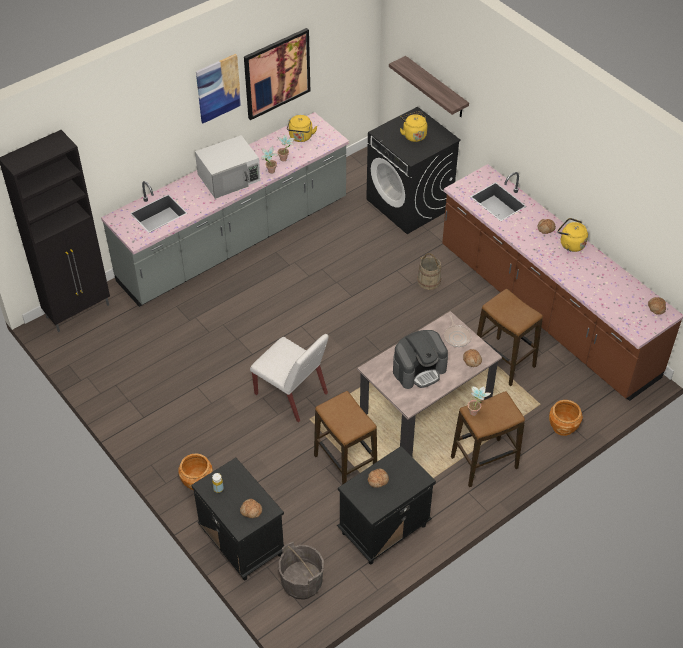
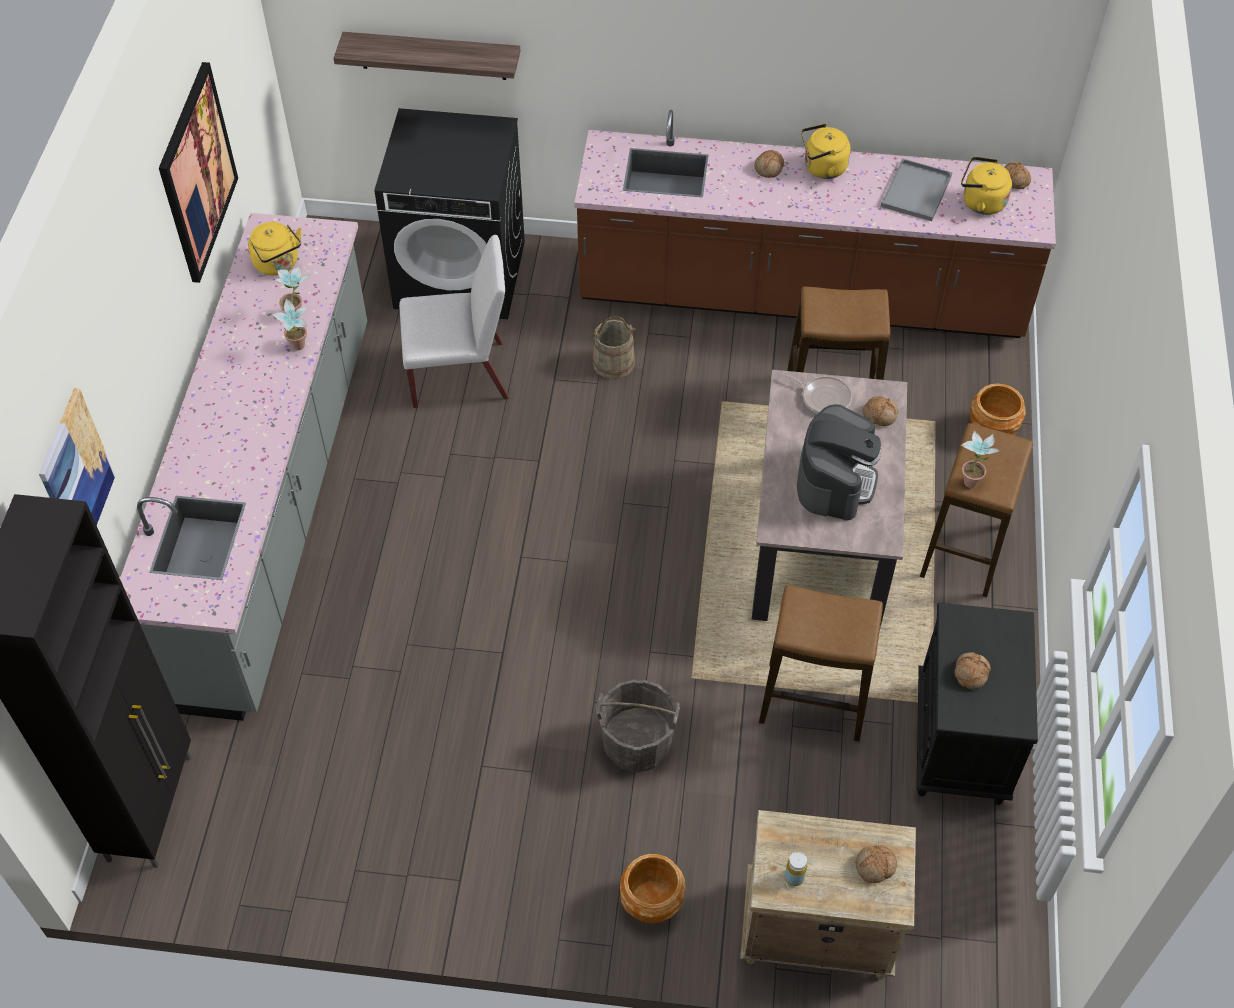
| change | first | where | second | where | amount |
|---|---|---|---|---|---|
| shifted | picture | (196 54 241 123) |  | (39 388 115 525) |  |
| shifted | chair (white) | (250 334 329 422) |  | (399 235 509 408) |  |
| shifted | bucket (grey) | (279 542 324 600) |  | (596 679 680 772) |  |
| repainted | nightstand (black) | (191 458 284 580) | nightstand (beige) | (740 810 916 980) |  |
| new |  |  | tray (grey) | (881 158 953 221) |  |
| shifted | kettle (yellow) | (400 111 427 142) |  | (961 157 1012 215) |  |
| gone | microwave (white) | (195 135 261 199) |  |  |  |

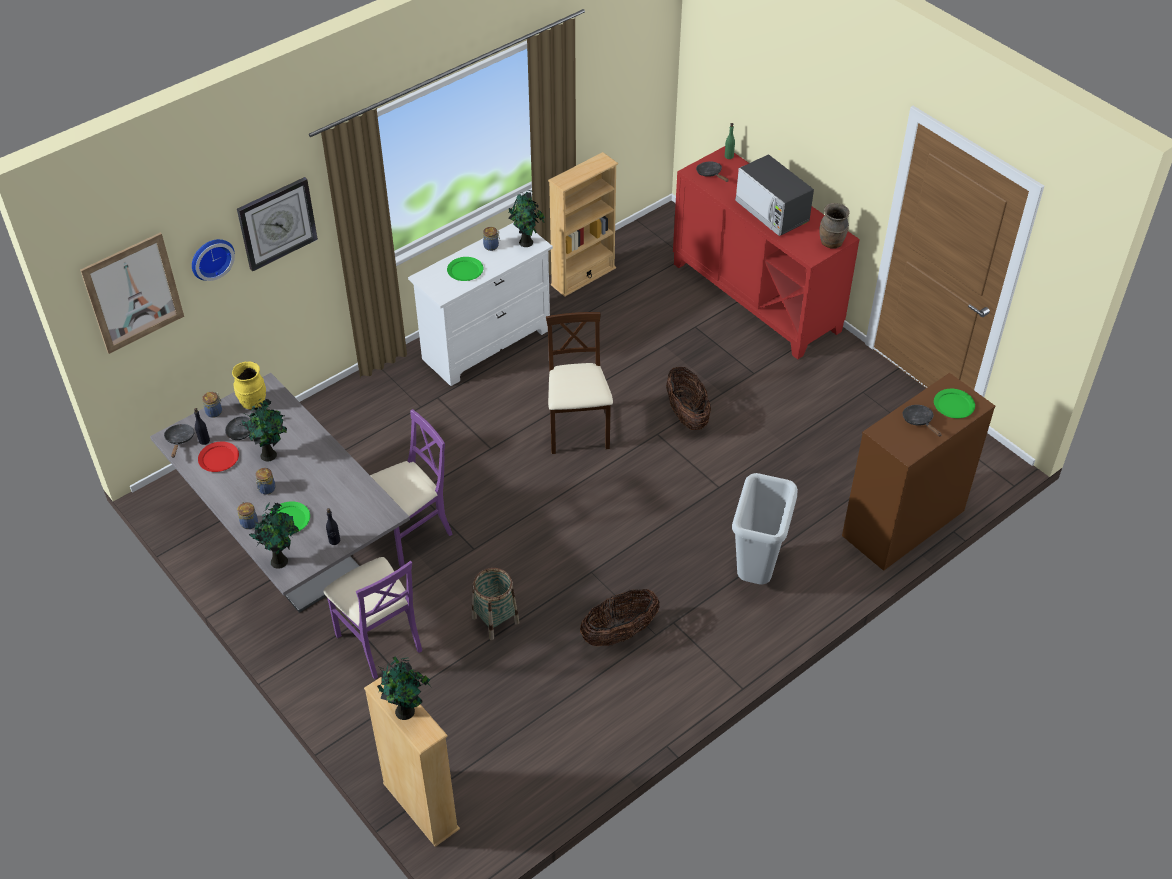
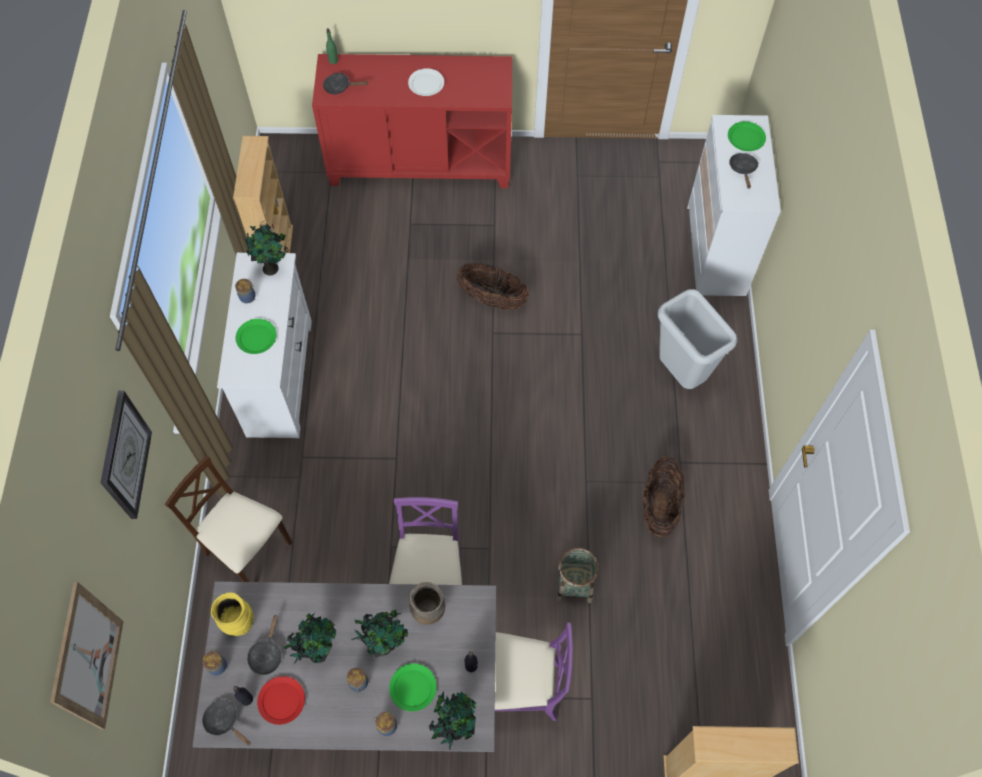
| change | first | where | second | where | amount |
|---|---|---|---|---|---|
| shifted | chair (beige) | (546 312 613 454) |  | (165 456 292 582) |  |
| shifted | potted plant | (377 656 430 720) |  | (351 610 408 658) |  |
| swapped | microwave | (735 154 814 236) | plate (white) | (408 68 444 96) |  |
| shifted | vase (brown) | (819 203 849 249) |  | (409 582 445 625) |  |
| repainted | dresser (brown) | (842 373 995 571) | dresser (white) | (687 115 781 296) |  |
| rotated | frying pan (black) | (902 405 942 437) |  | (729 153 759 189) | 75 degrees clockwise |
| gone | wall clock | (192 239 235 281) |  |  |  |

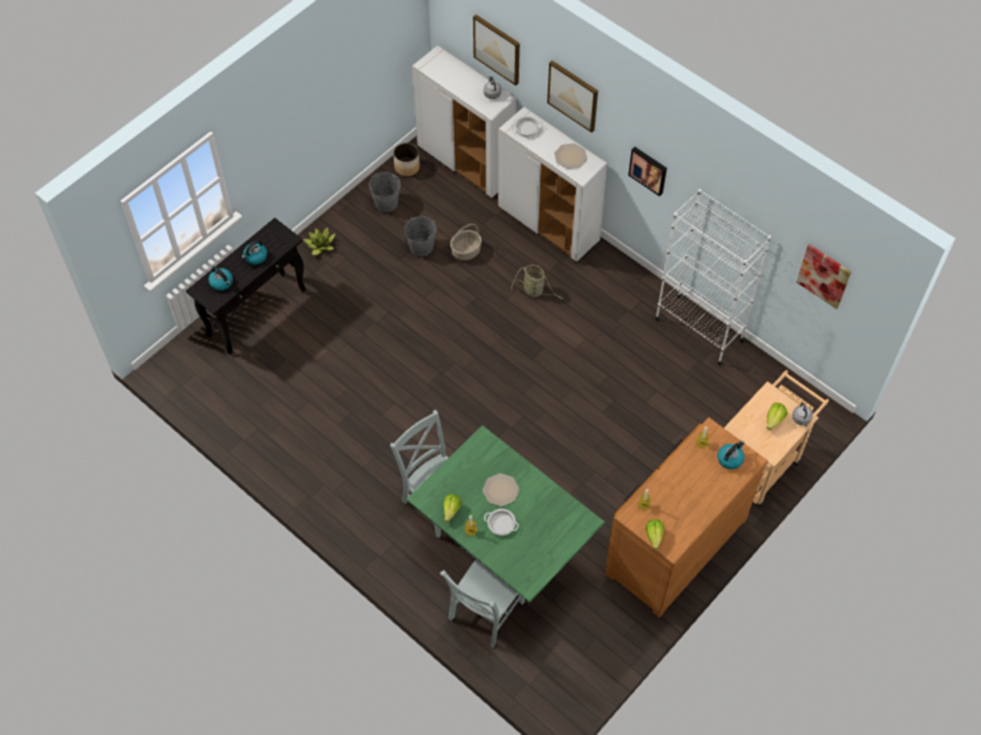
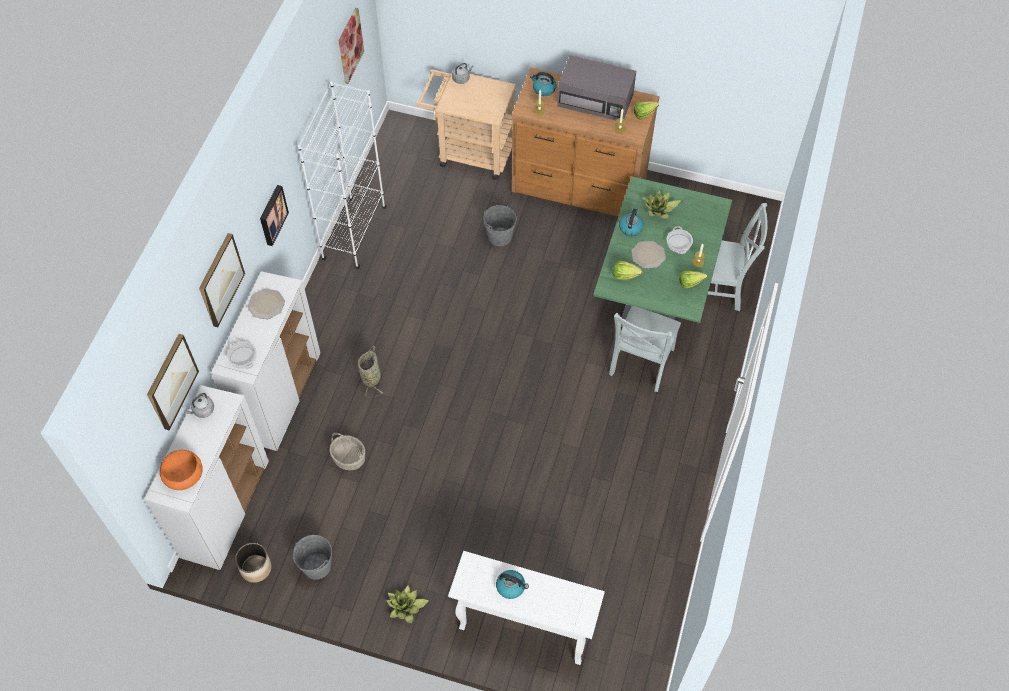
| change | first | where | second | where | amount |
|---|---|---|---|---|---|
| new |  |  | bowl (orange) | (160 450 203 490) |  |
| repainted | console table (black) | (186 218 306 355) | console table (white) | (448 551 605 665) |  |
| shifted | bucket (grey) | (404 216 437 257) |  | (483 205 517 247) |  |
| new |  |  | microwave (grey) | (557 55 636 120) |  |
| shifted | lettuce | (767 403 787 430) |  | (612 261 642 280) |  |
| shifted | kettle | (209 266 233 290) |  | (619 208 644 236) |  |
| new |  |  | potted plant | (643 190 681 219) |  |

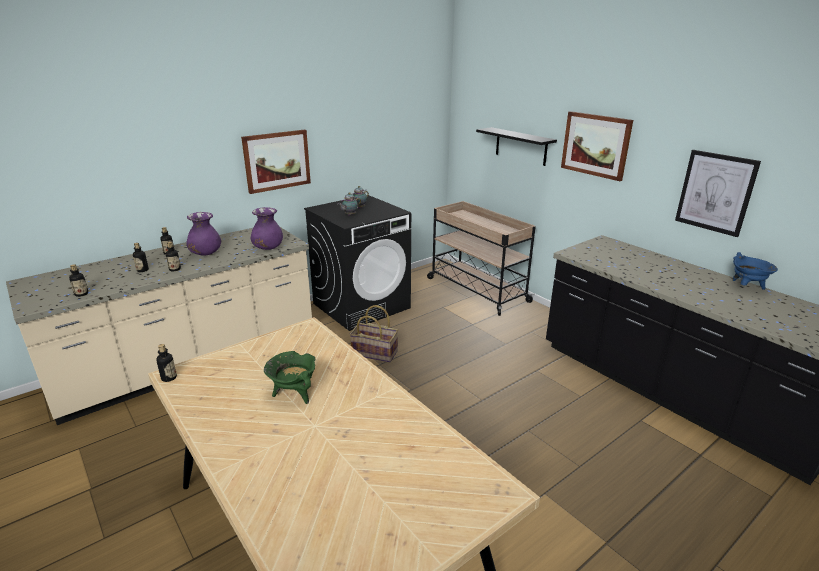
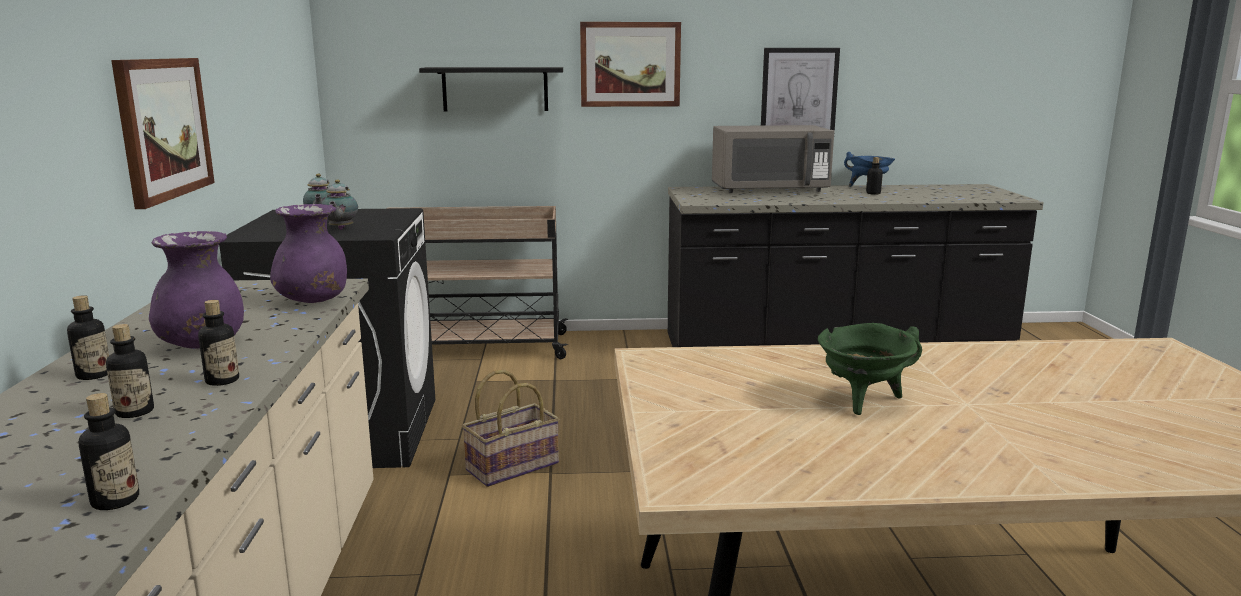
| change | first | where | second | where | amount |
|---|---|---|---|---|---|
| new |  |  | microwave (grey) | (712 125 834 193) |  |
| shifted | bottle | (156 344 177 382) |  | (866 157 883 195) |  |

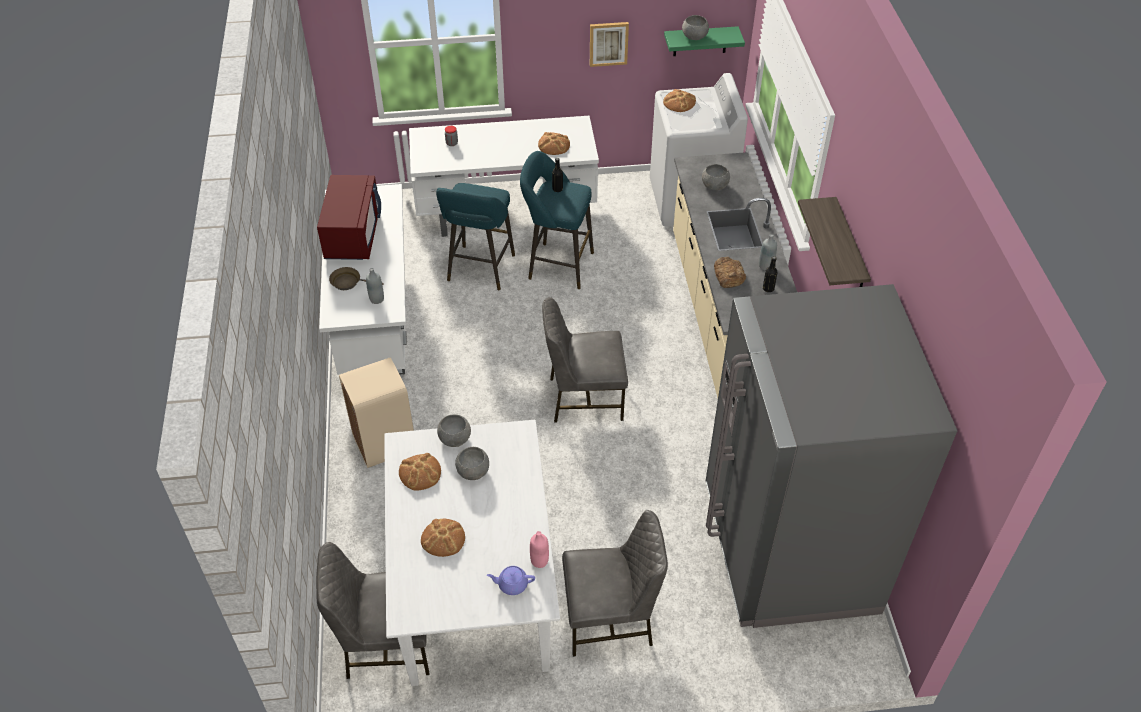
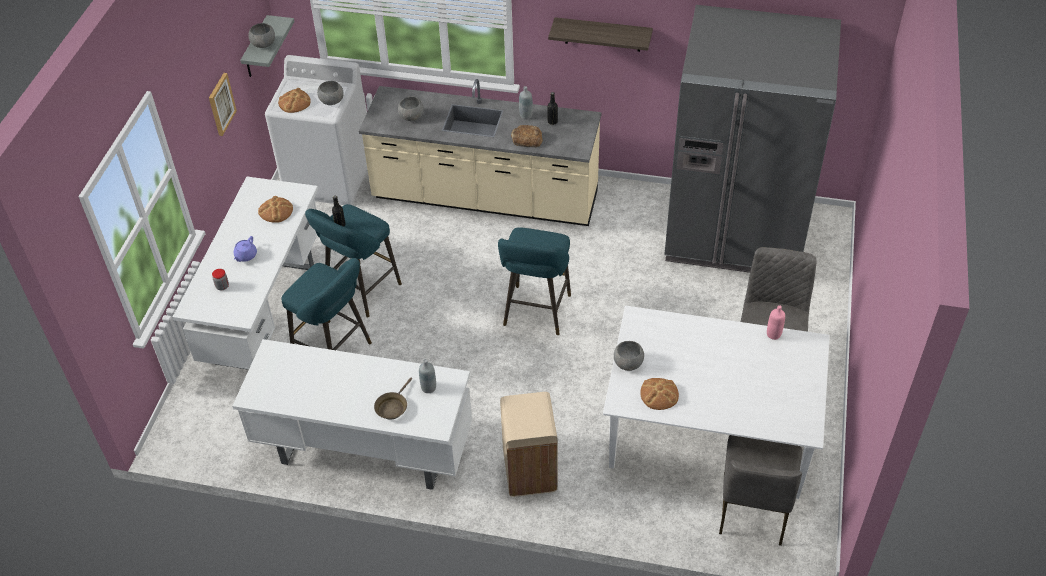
| change | first | where | second | where | amount |
|---|---|---|---|---|---|
| shifted | teapot (purple) | (487 566 535 595) |  | (234 236 257 262) |  |
| repainted | shelf (green) | (664 26 745 56) | shelf (grey) | (240 15 295 77) |  |
| shifted | bowl (grey) | (455 447 489 480) |  | (317 81 344 105) |  |
| swapped | chair (grey) | (542 297 628 423) | stool (turquoise) | (498 227 571 335) |  |
| gone | microwave (red) | (317 175 381 260) |  |  |  |
| gone | bread | (421 519 465 557) |  |  |  |

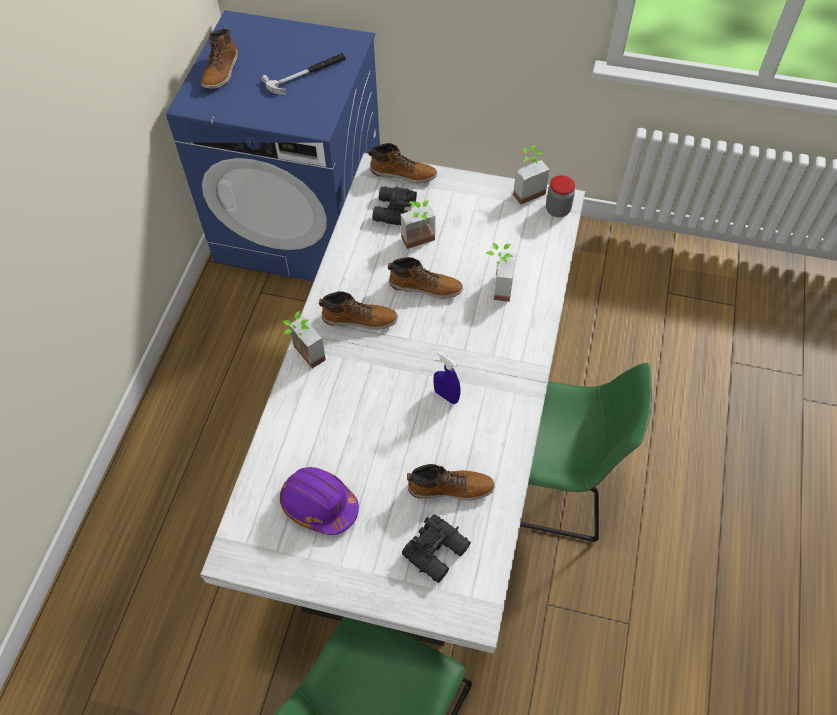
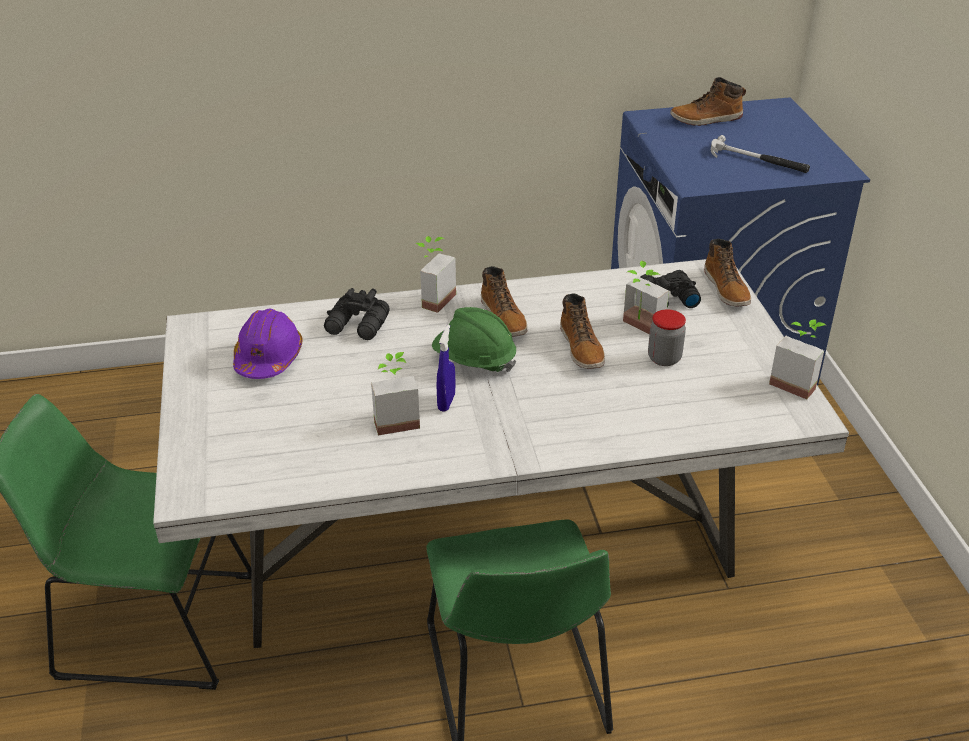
| change | first | where | second | where | amount |
|---|---|---|---|---|---|
| shifted | binoculars (black) | (402 514 471 583) |  | (324 288 390 340) |  |
| shifted | potted plant | (486 243 516 302) |  | (371 352 420 436) |  |
| new |  |  | hard hat (green) | (432 307 517 372) |  |
| shifted | jar | (546 175 575 217) |  | (648 309 686 366) |  |
| gone | boot | (407 464 495 500) |  |  |  |

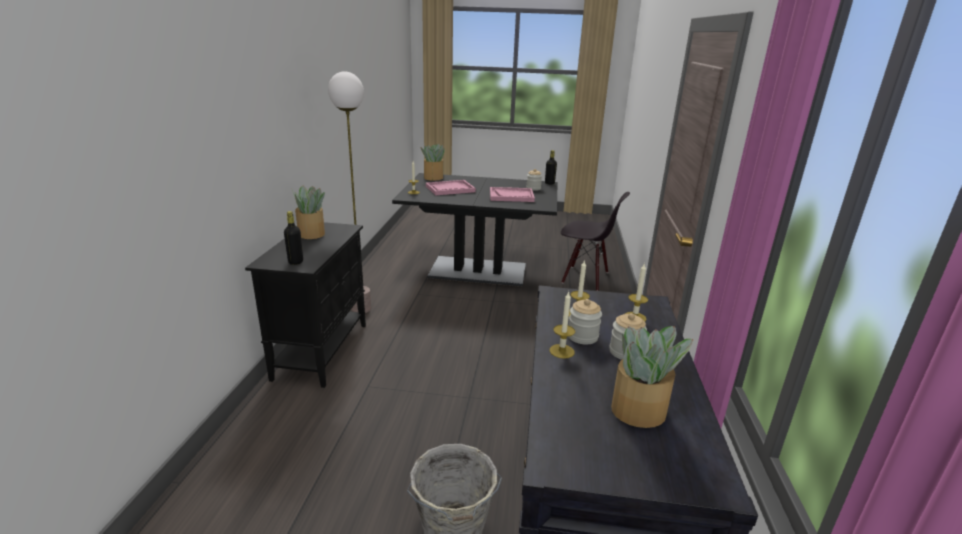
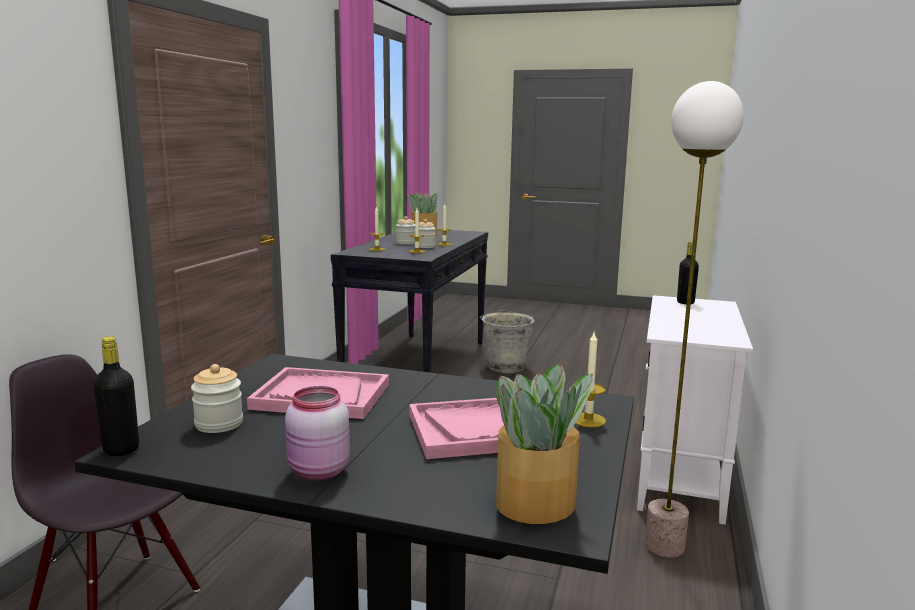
| change | first | where | second | where | amount |
|---|---|---|---|---|---|
| new |  |  | jar (pink) | (285 386 350 480) |  |
| repainted | cabinet (black) | (245 222 366 388) | cabinet (white) | (637 295 753 525) |  |
| gone | potted plant | (292 185 325 239) |  |  |  |

